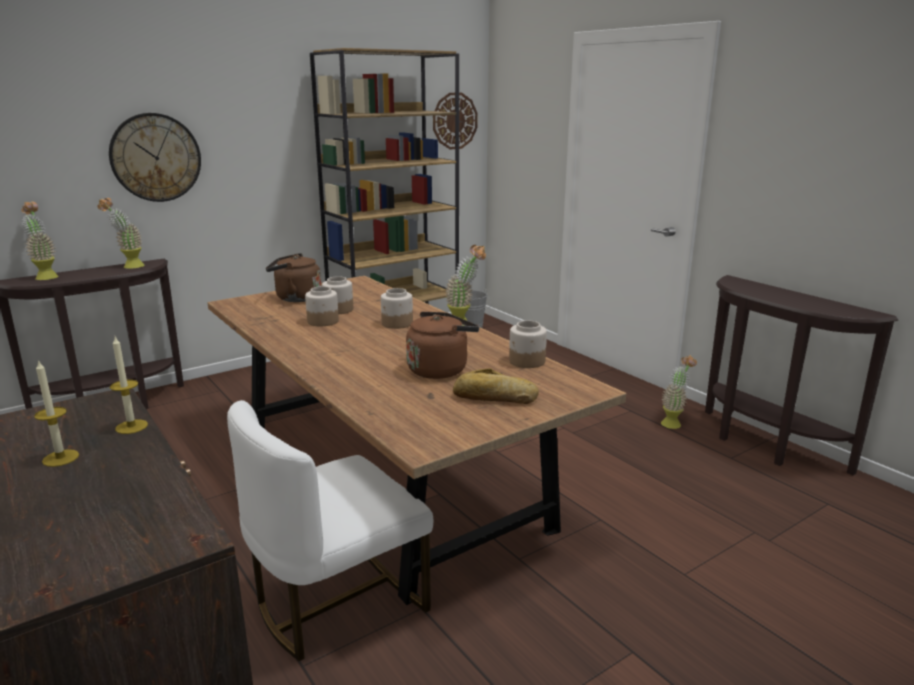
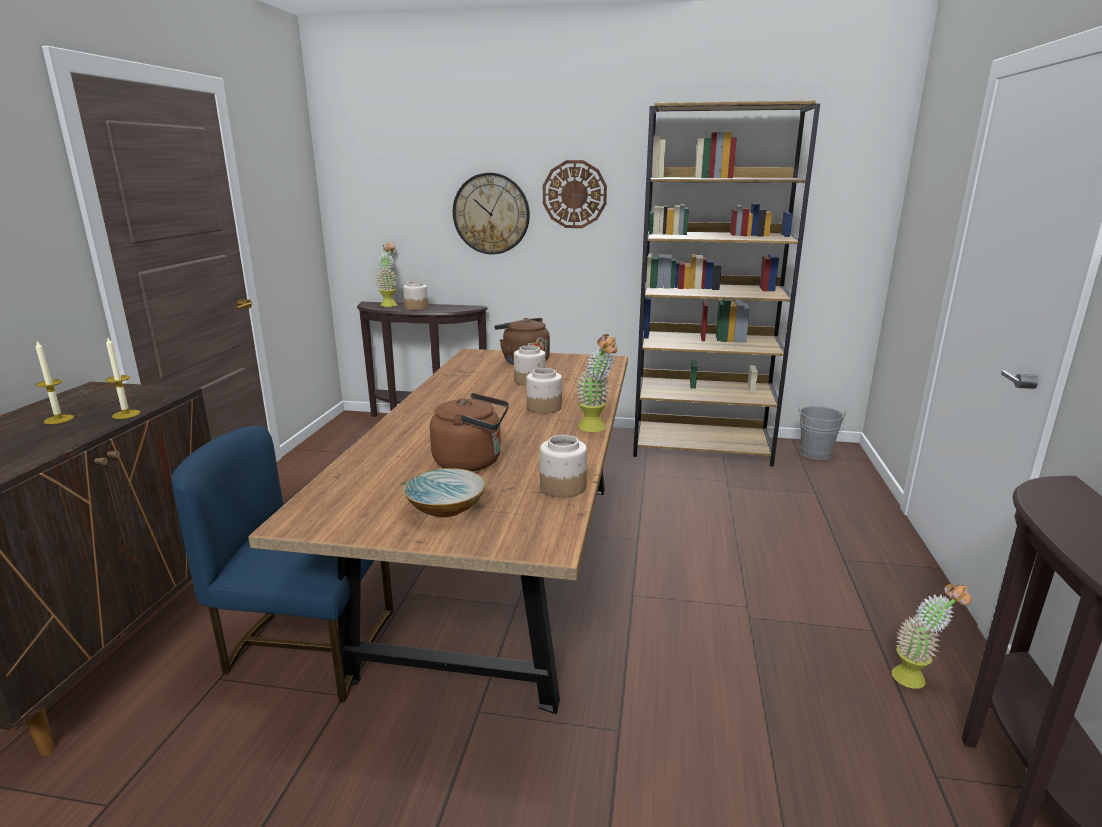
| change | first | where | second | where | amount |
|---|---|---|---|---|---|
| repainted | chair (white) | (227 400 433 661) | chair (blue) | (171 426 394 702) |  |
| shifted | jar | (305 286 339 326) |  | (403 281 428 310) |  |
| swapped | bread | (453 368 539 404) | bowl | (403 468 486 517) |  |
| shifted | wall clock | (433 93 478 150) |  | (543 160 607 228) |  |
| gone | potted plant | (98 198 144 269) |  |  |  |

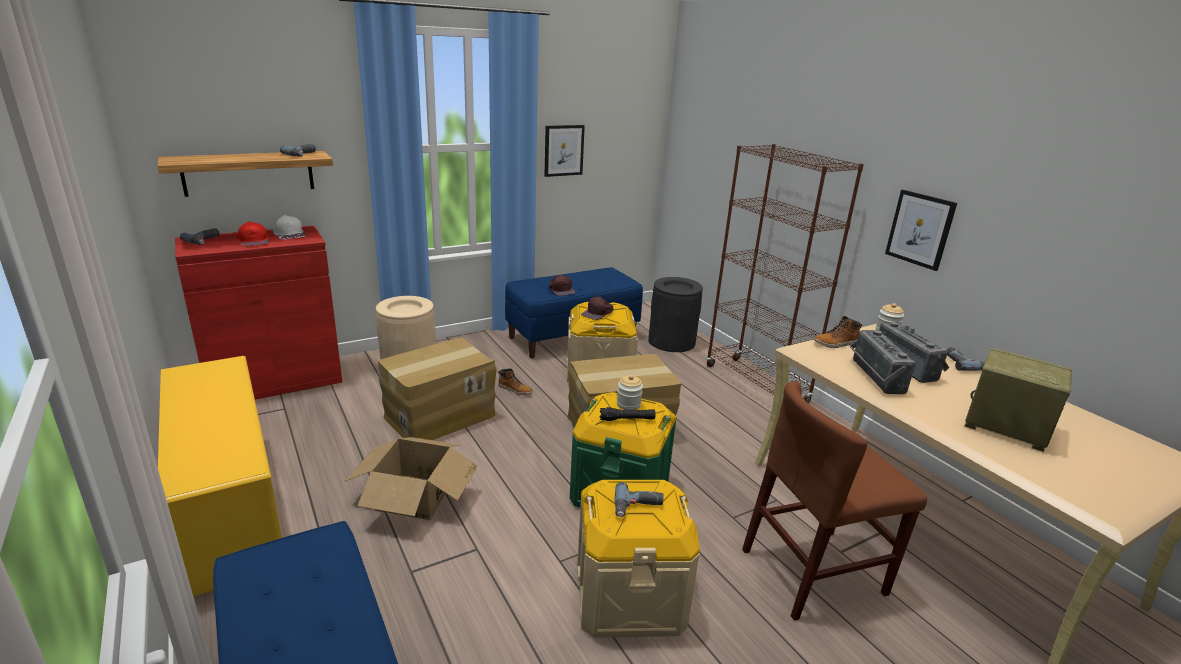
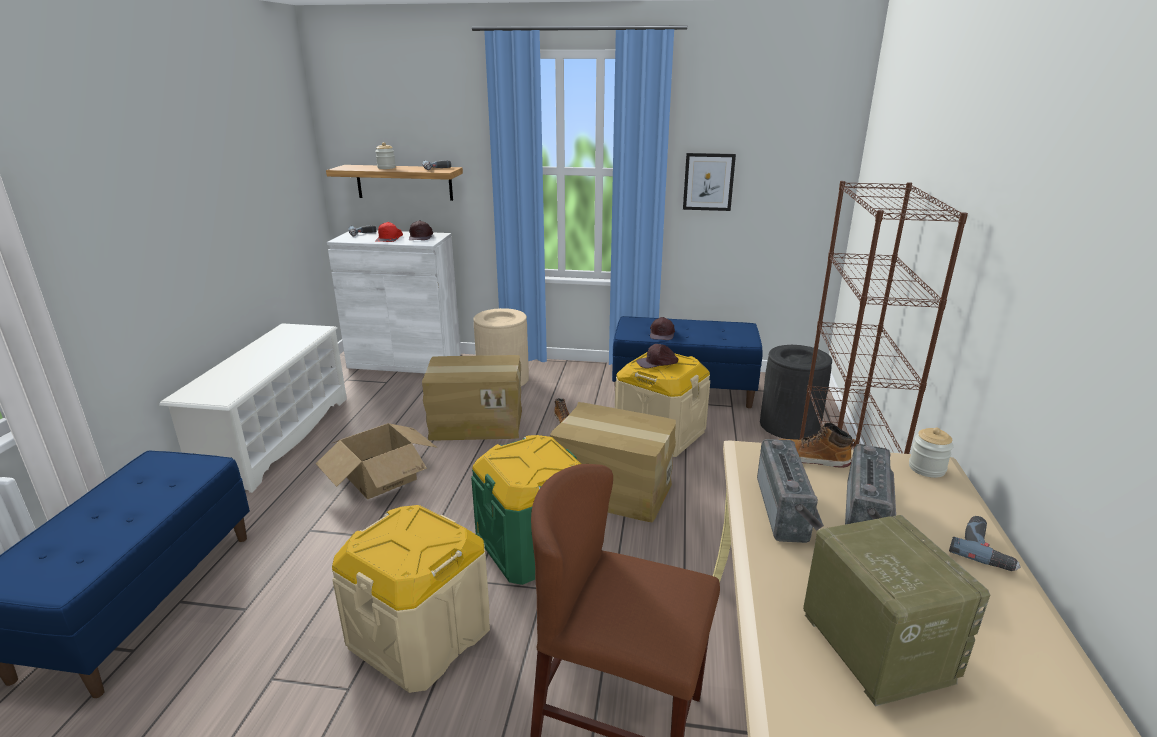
| change | first | where | second | where | amount |
|---|---|---|---|---|---|
| repainted | shoe rack (yellow) | (158 356 282 597) | shoe rack (white) | (159 323 347 493) |  |
| repainted | cabinet (red) | (175 226 342 400) | cabinet (white) | (327 230 461 373) |  |
| shifted | jar | (617 375 643 410) |  | (375 142 396 169) |  |
| repainted | cap (white) | (273 215 306 240) | cap (brown) | (409 220 433 240) |  |
| rotated | radio | (849 330 915 394) |  | (757 439 824 543) | 150 degrees clockwise |
| gone | flashlight (black) | (600 407 656 421) |  |  |  |
| gone | power drill | (615 482 664 517) |  |  |  |
| gone | picture | (885 190 957 271) |  |  |  |

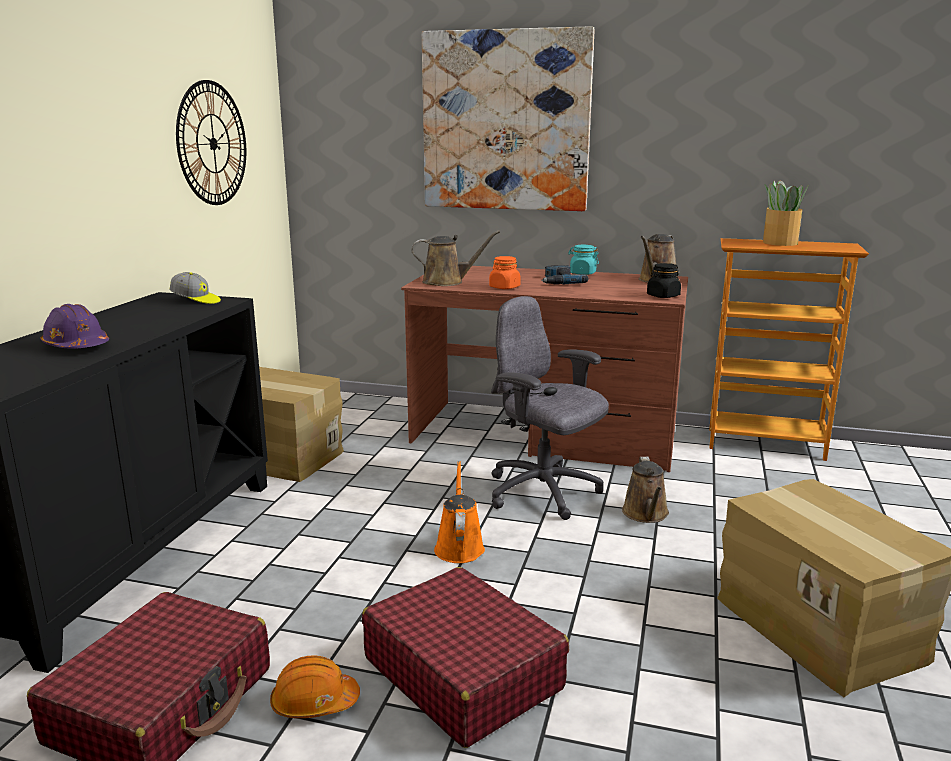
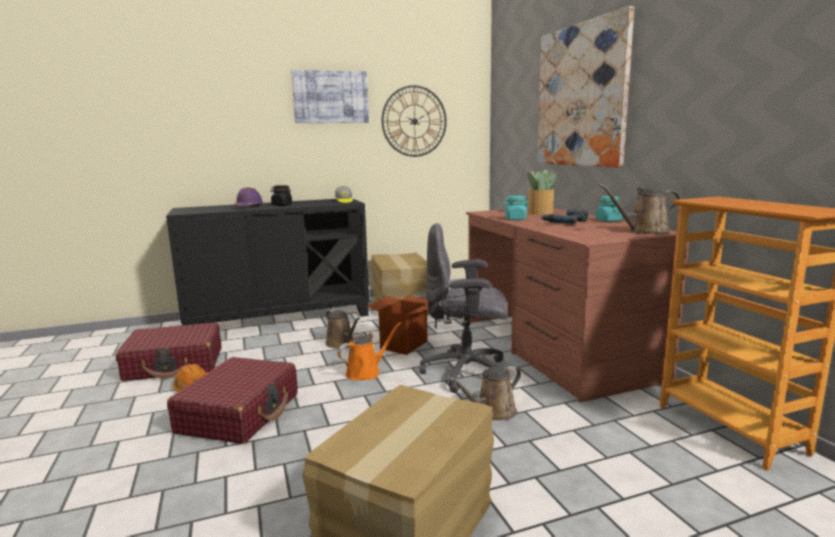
| change | first | where | second | where | amount |
|---|---|---|---|---|---|
| shifted | jar (black) | (647 263 681 298) |  | (270 185 292 206) |  |
| new |  |  | picture | (291 70 369 123) |  |
| shifted | watering can (brown) | (411 230 500 286) |  | (325 309 360 348) |  |
| new |  |  | cardboard box | (366 296 439 355) |  |
| rotated | office chair (grey) | (491 296 609 520) |  | (420 223 508 393) | 90 degrees counterclockwise |
| repainted | jar (orange) | (489 256 521 289) | jar (turquoise) | (503 196 529 220) |  |
| shifted | potted plant | (763 180 808 246) |  | (527 169 557 215) |  |

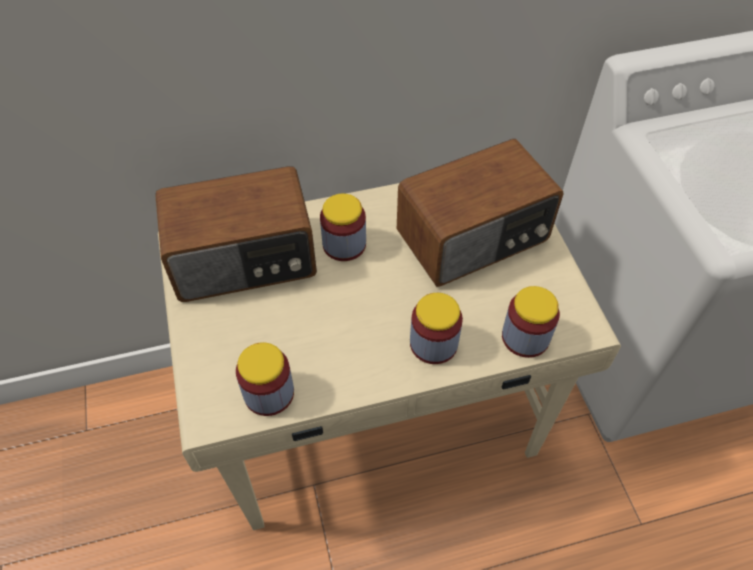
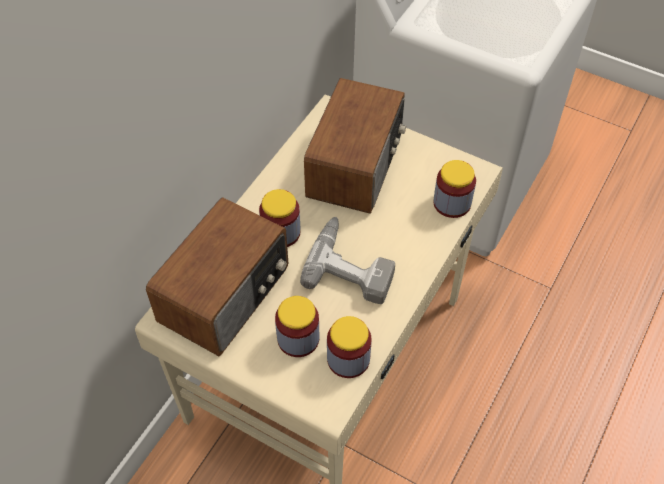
| change | first | where | second | where | amount |
|---|---|---|---|---|---|
| shifted | jar | (410 293 463 364) |  | (275 296 320 357) |  |
| new |  |  | power drill | (300 217 395 304) |  |

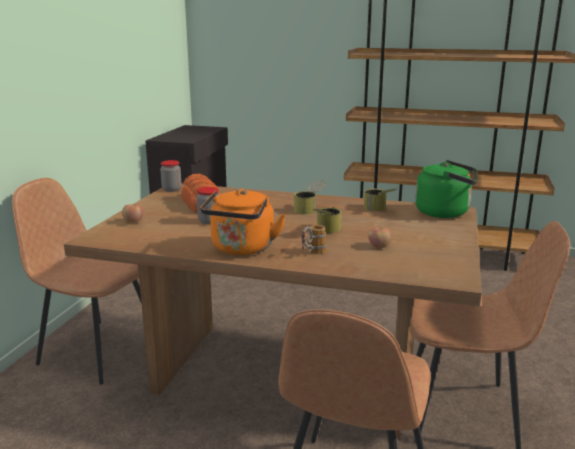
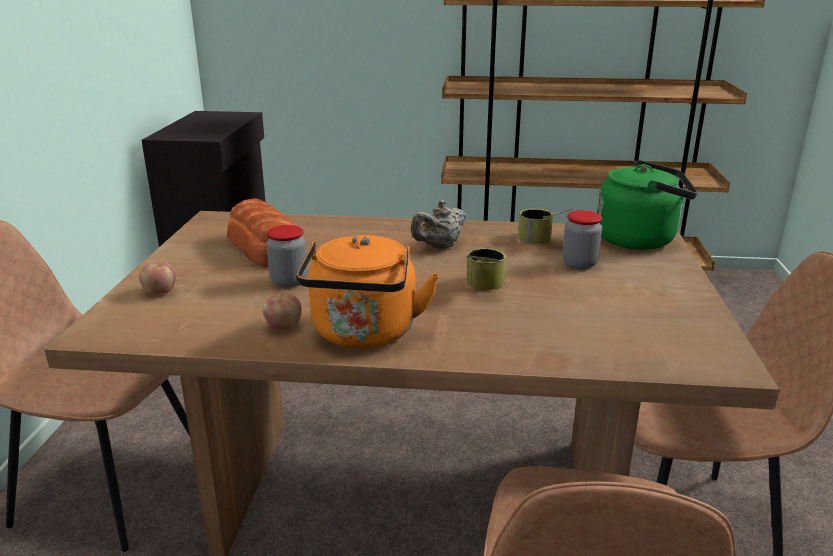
| change | first | where | second | where | amount |
|---|---|---|---|---|---|
| shifted | apple | (368 227 391 248) |  | (263 293 302 330) |  |
| swapped | can | (294 180 326 214) | teapot (beige) | (411 200 467 249) |  |
| shifted | jar | (160 160 181 192) |  | (563 210 602 269) |  |
| gone | mug | (301 225 327 254) |  |  |  |

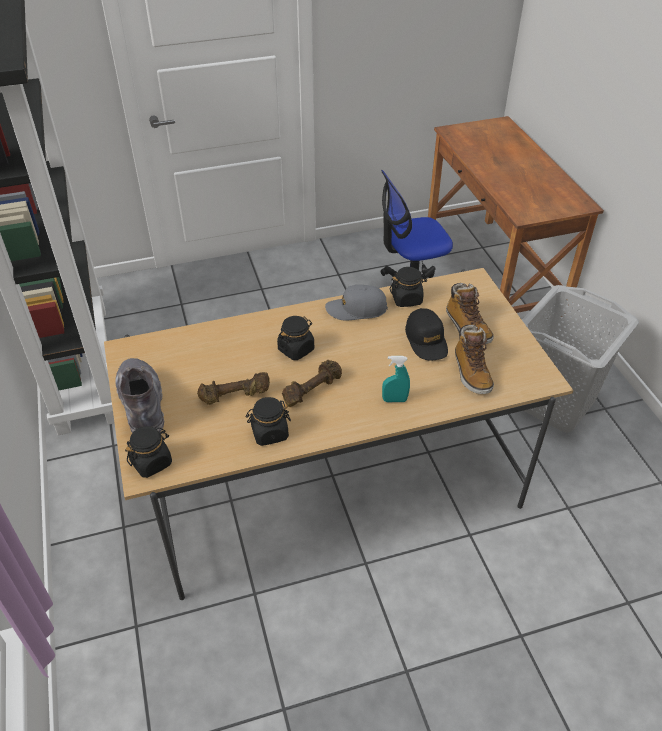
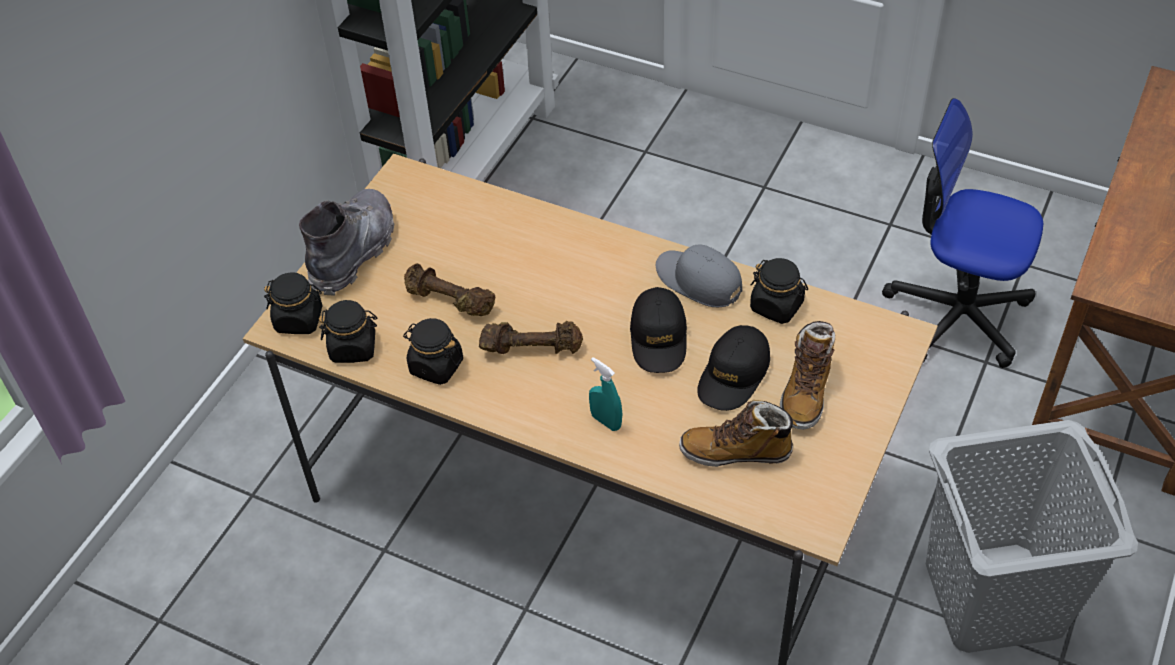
| change | first | where | second | where | amount |
|---|---|---|---|---|---|
| shifted | jar (black) | (277 316 314 360) |  | (319 300 377 363) |  |
| new |  |  | cap (black) | (630 287 687 373) |  |
| rotated | boot | (455 325 494 394) |  | (679 400 798 467) | 60 degrees clockwise |

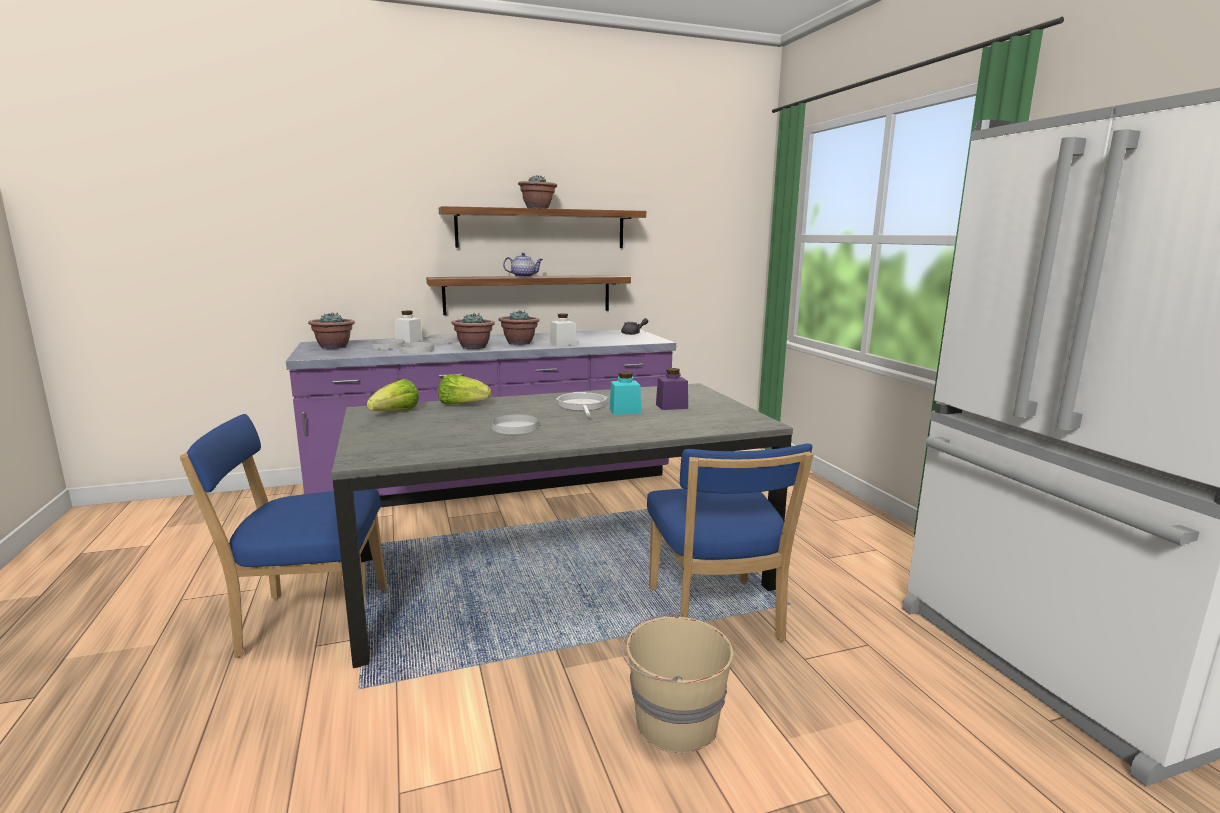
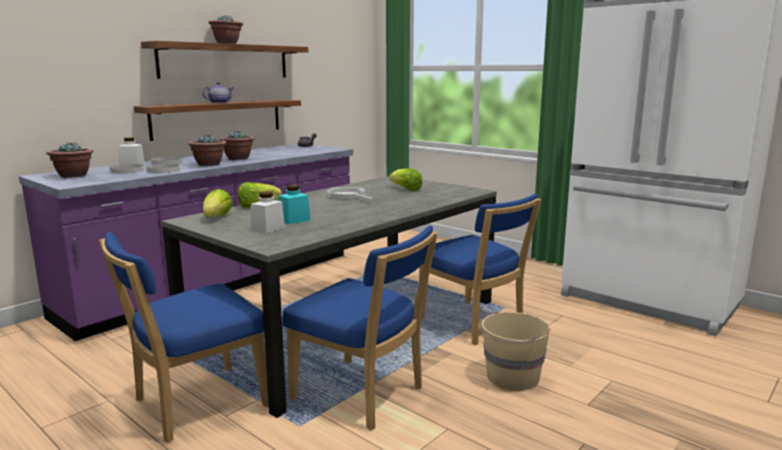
| change | first | where | second | where | amount |
|---|---|---|---|---|---|
| shifted | jar (white) | (550 313 576 346) |  | (251 192 285 234) |  |
| shifted | jar (turquoise) | (609 371 641 415) |  | (279 185 310 224) |  |
| new |  |  | chair (blue) | (282 225 438 431) |  |
| swapped | jar (purple) | (656 368 688 410) | lettuce | (389 168 422 191) |  |
| gone | plate (white) | (492 415 538 434) |  |  |  |

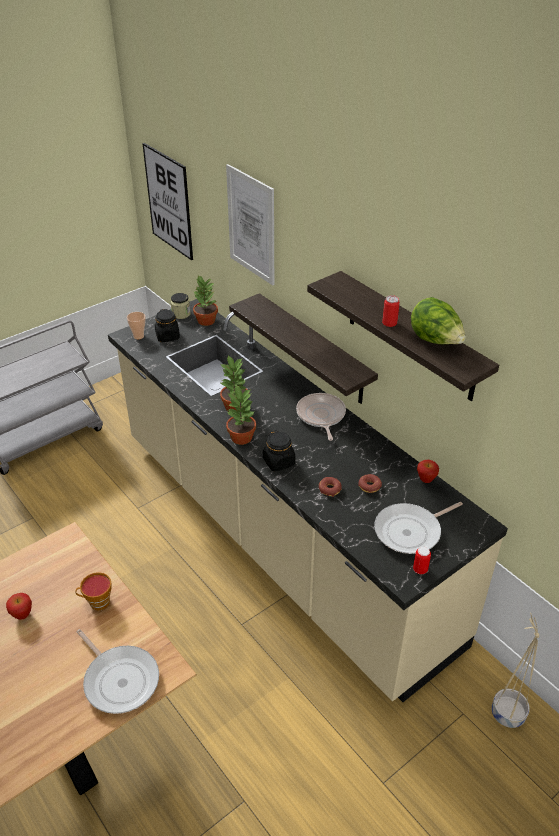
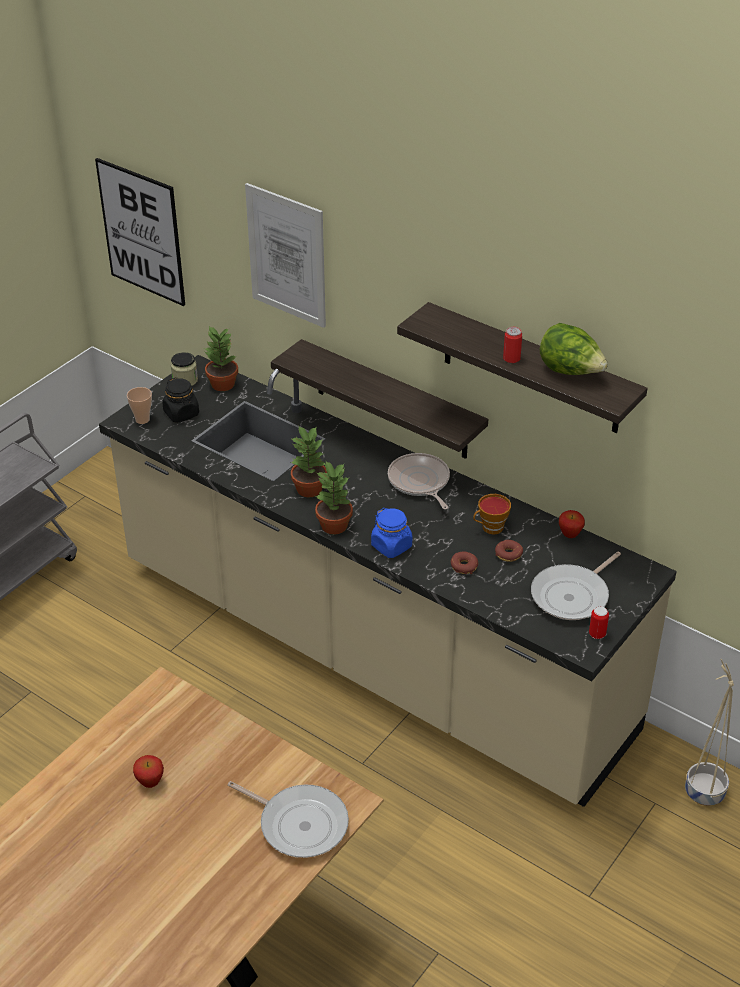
| change | first | where | second | where | amount |
|---|---|---|---|---|---|
| repainted | jar (black) | (263 430 295 472) | jar (blue) | (371 508 412 558) |  |
| shifted | cup | (75 572 111 611) |  | (473 494 511 534) |  |

